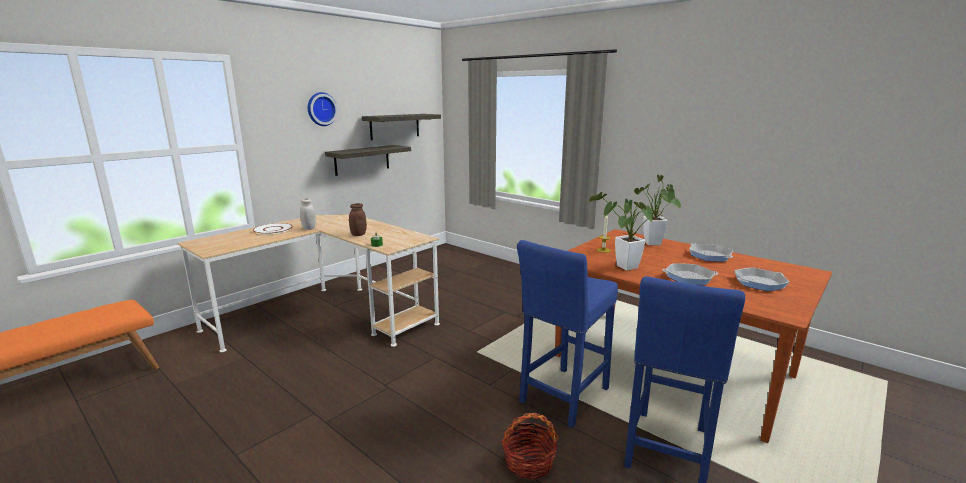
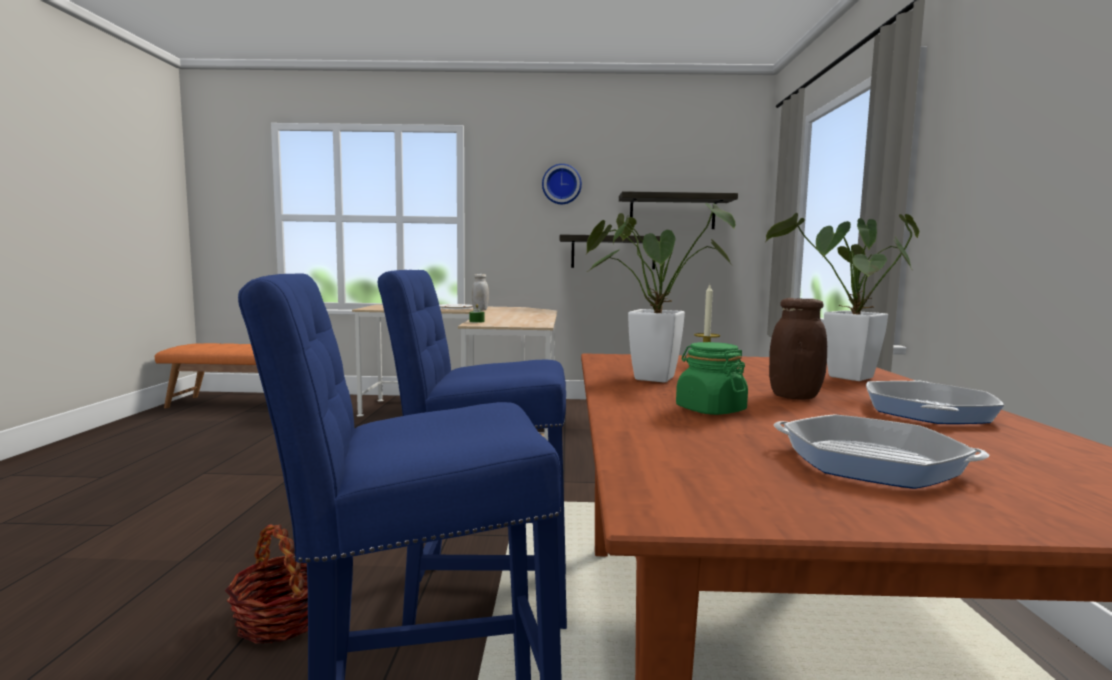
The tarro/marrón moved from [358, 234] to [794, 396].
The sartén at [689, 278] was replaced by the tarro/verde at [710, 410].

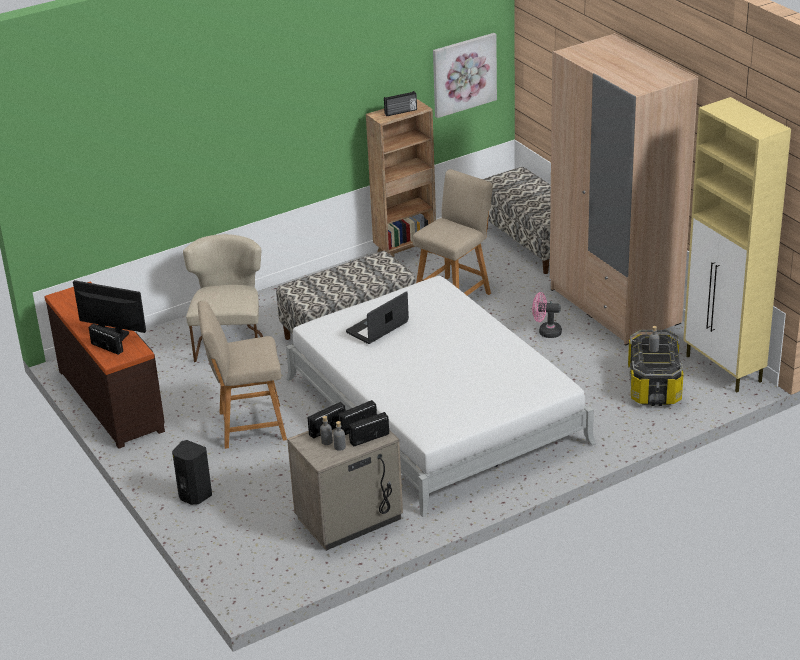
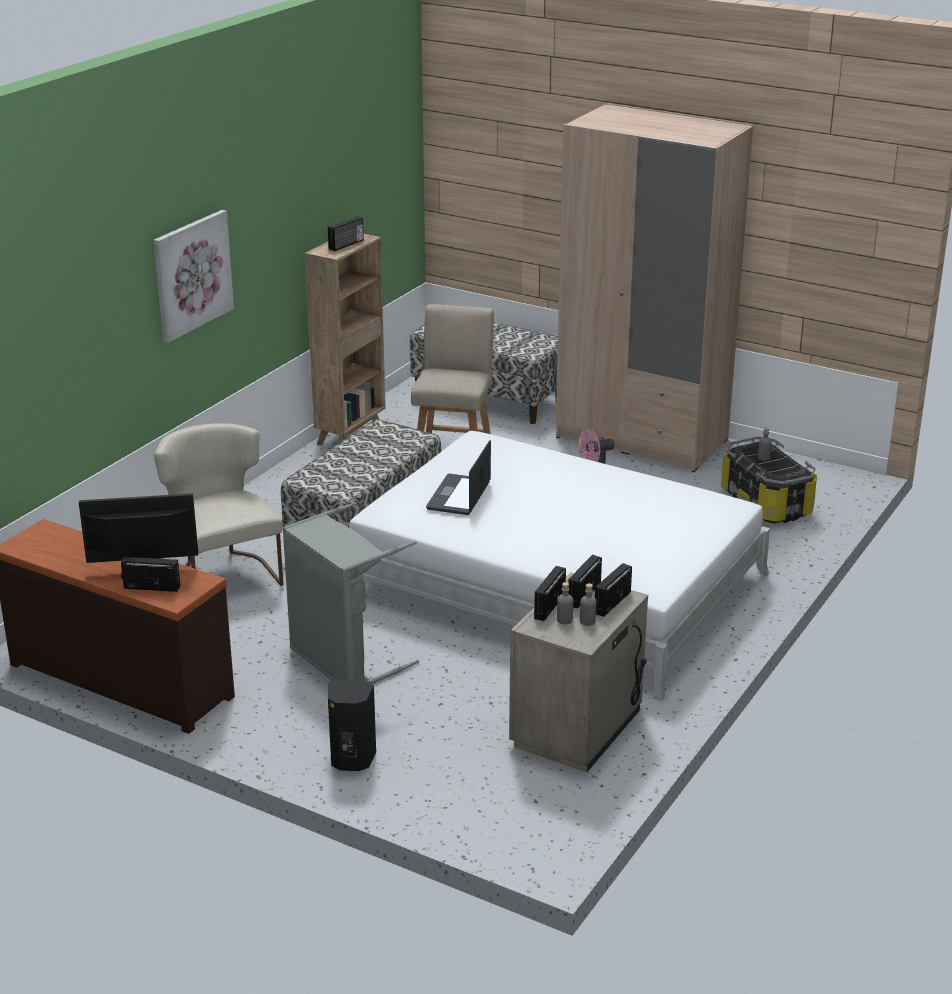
The armario/beis at [724, 369] disappeared.
The cuadro moved from [463, 74] to [191, 274].
The silla/beis at [248, 426] was replaced by the cesto de la ropa/gris at [342, 661].

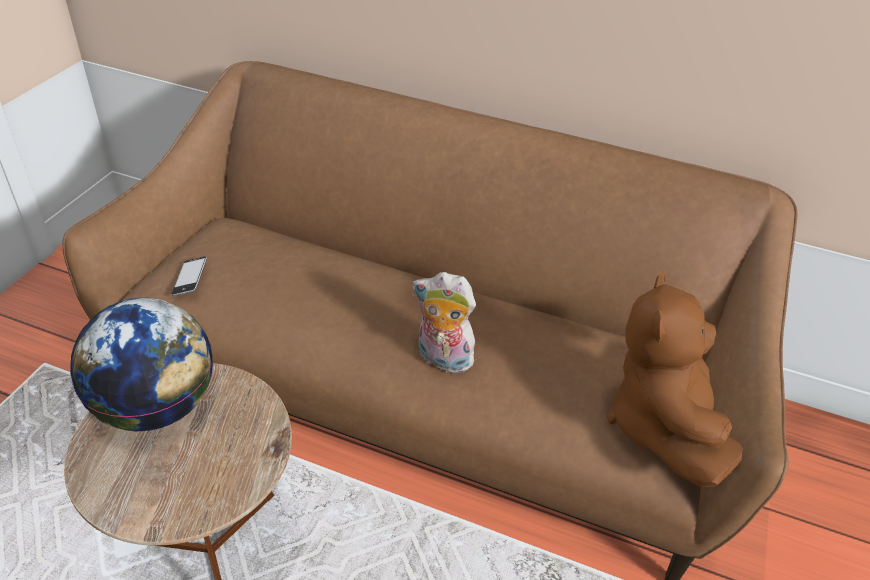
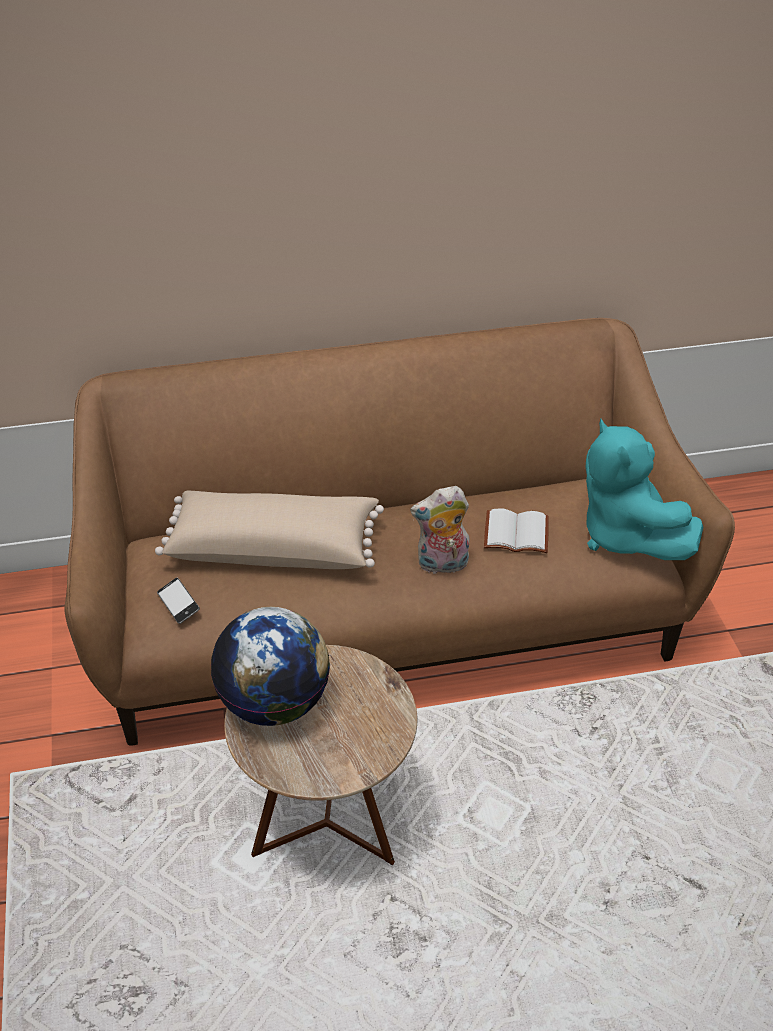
The cojín/beis at [273, 547] appeared.
The libro/blanco at [517, 532] appeared.
The peluche/marrón at [660, 425] became the peluche/turquesa at [625, 535].

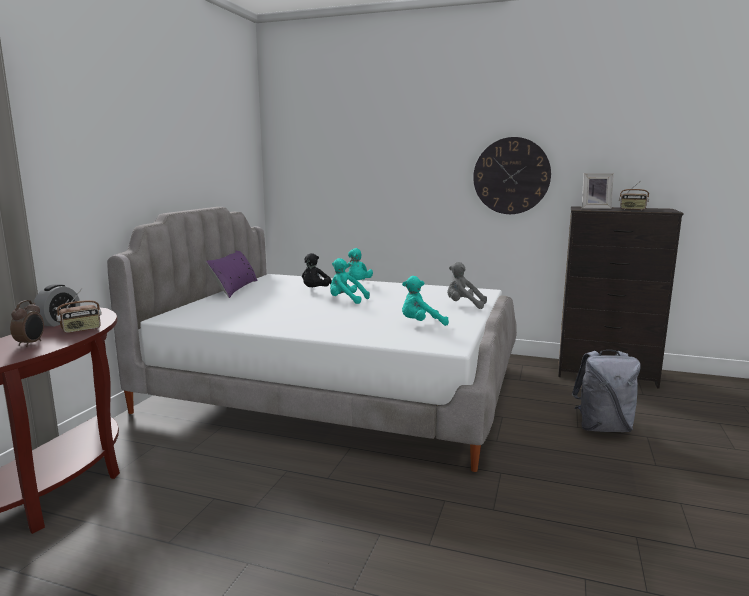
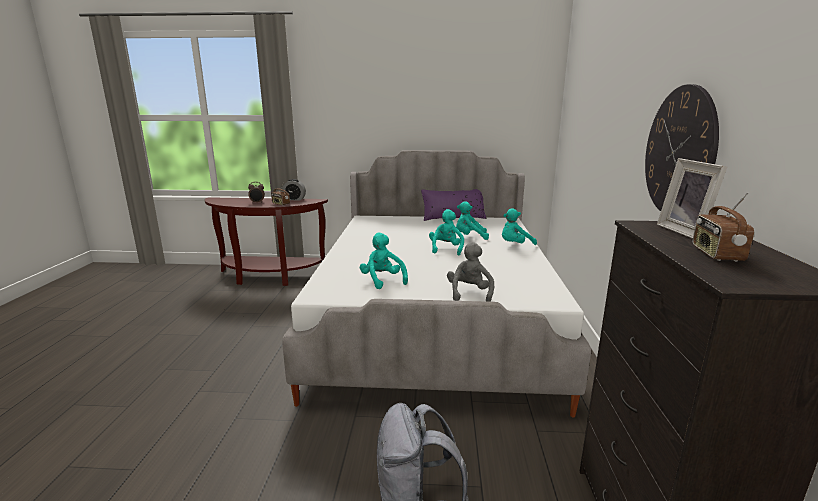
The peluche/negro at [315, 291] became the peluche/turquesa at [470, 237].

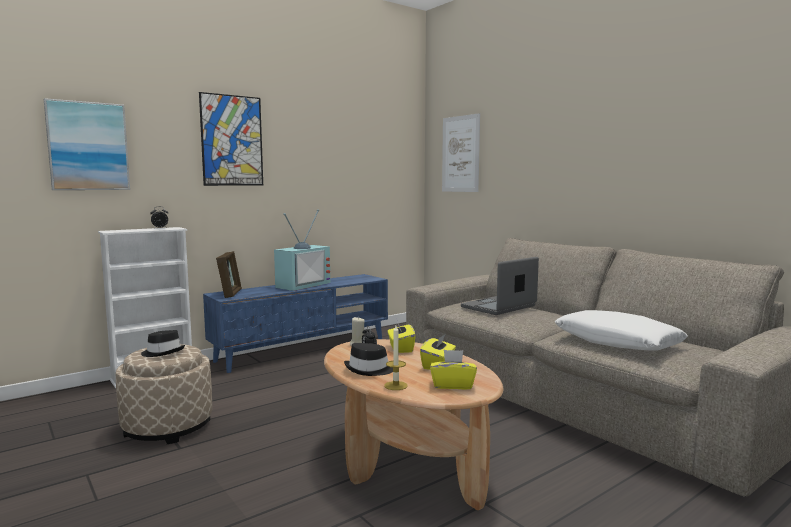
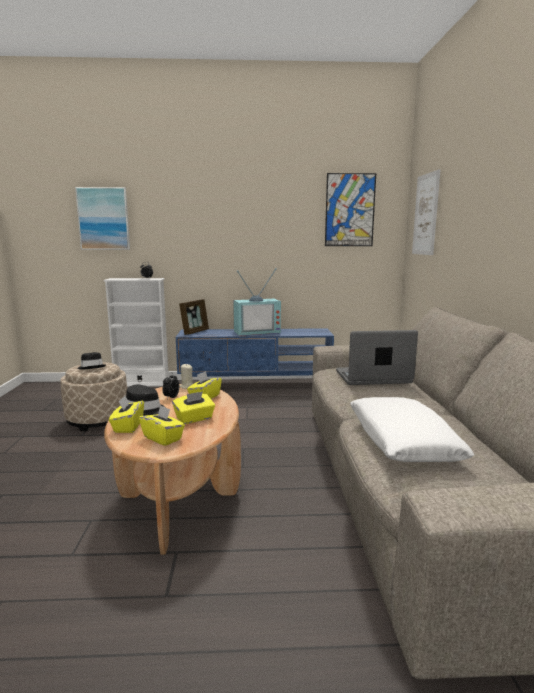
The cuadro moved from [232, 140] to [350, 210].
The vela at [395, 385] was replaced by the caja de pañuelos/amarillo at [128, 426].

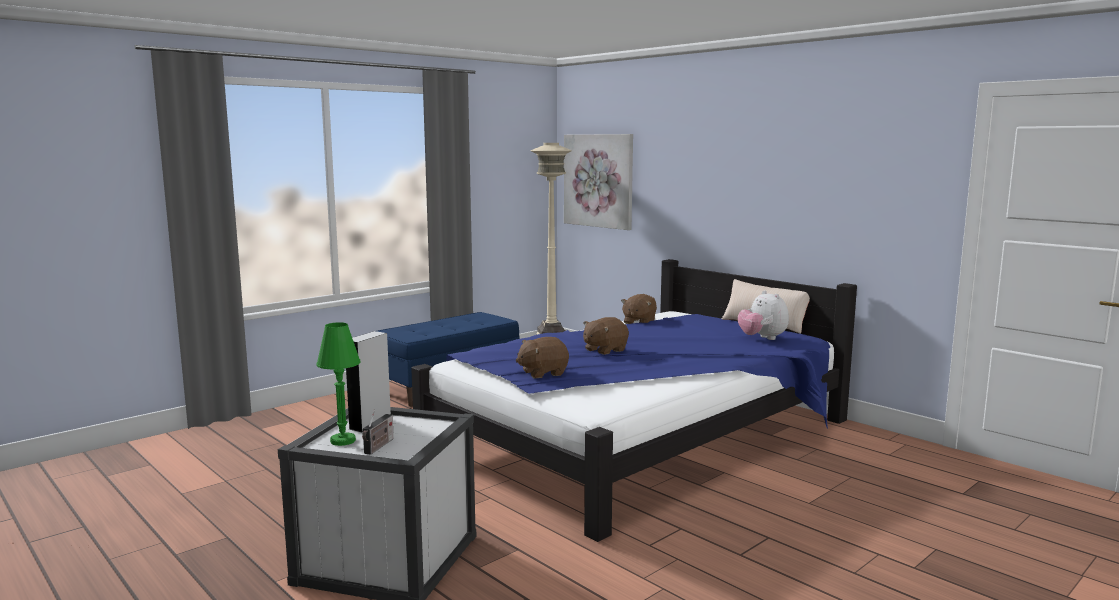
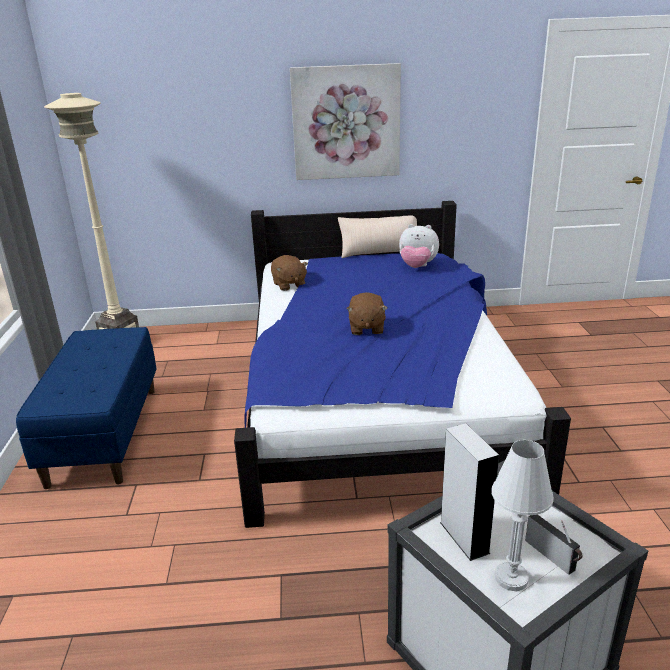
The peluche/marrón at [542, 373] disappeared.
The cuadro moved from [598, 180] to [346, 122].
The lámpara de mesa/verde at [343, 441] became the lámpara de mesa/blanco at [511, 578].

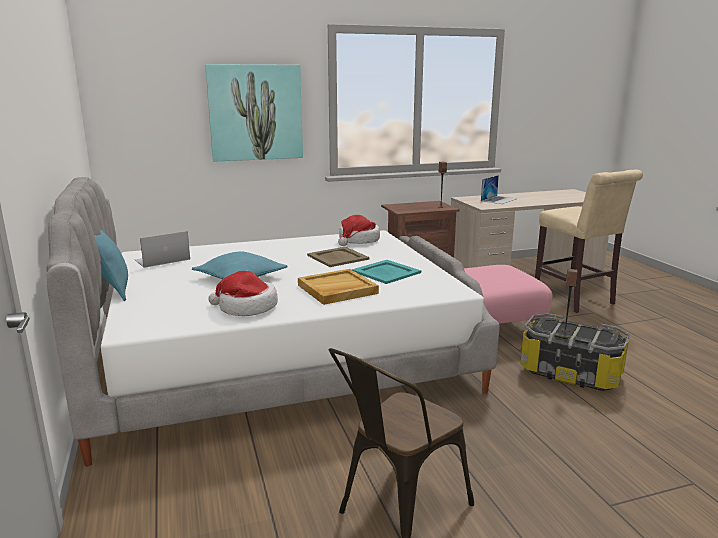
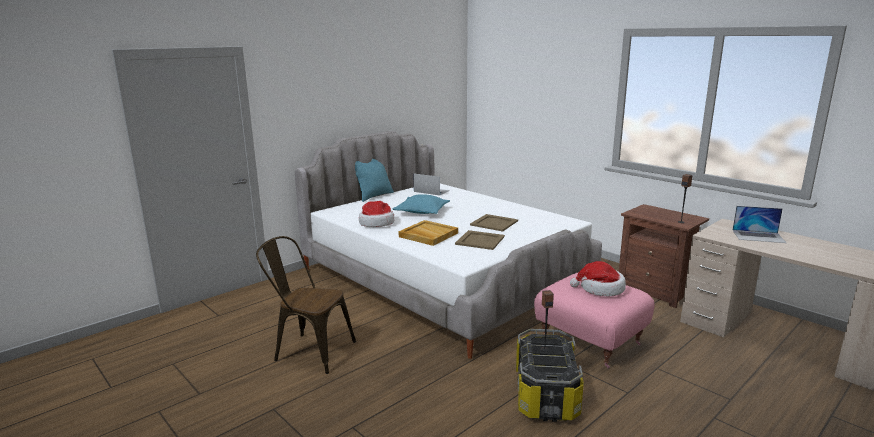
The cuadro at [255, 112] disappeared.
The taburete/beis at [576, 300] disappeared.
The sombrero moved from [358, 240] to [600, 289].
The bandeja/turquesa at [387, 272] became the bandeja/beis at [480, 240].

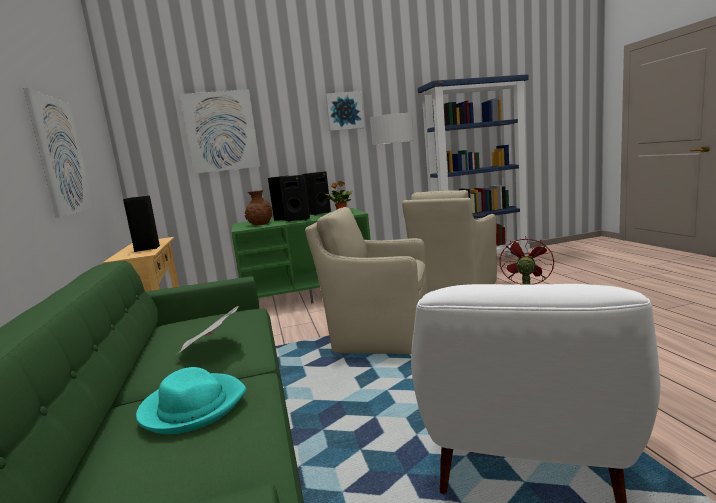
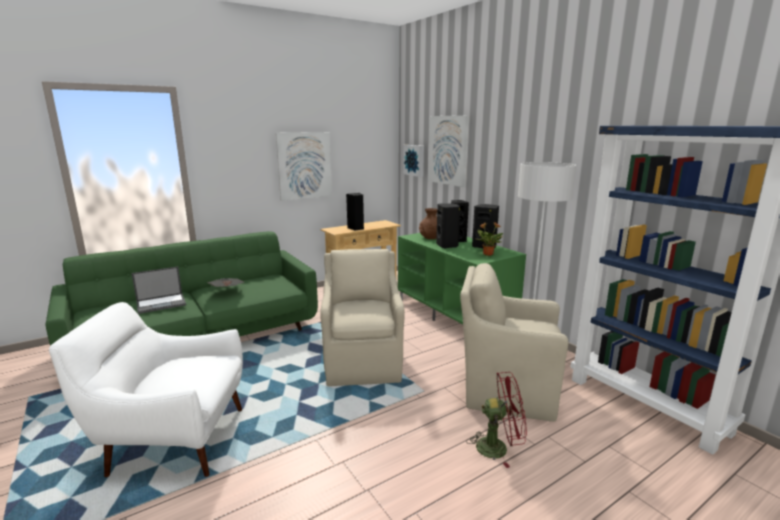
The cuadro moved from [344, 111] to [414, 160].
The sombrero/turquesa at [193, 406] was replaced by the portátil at [162, 303].

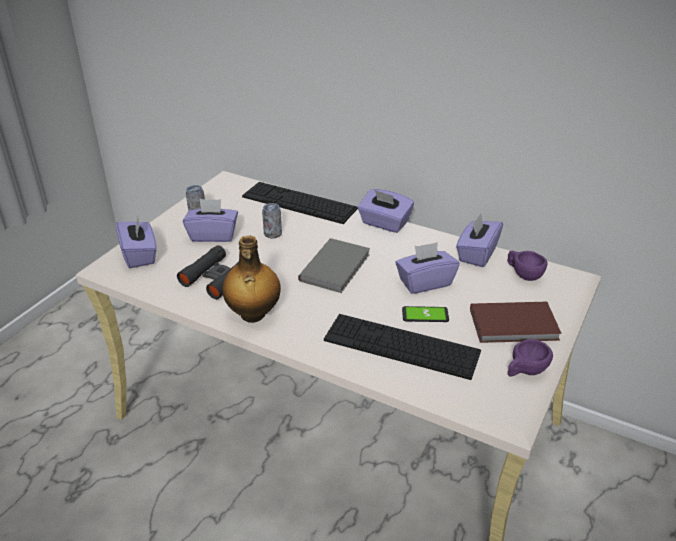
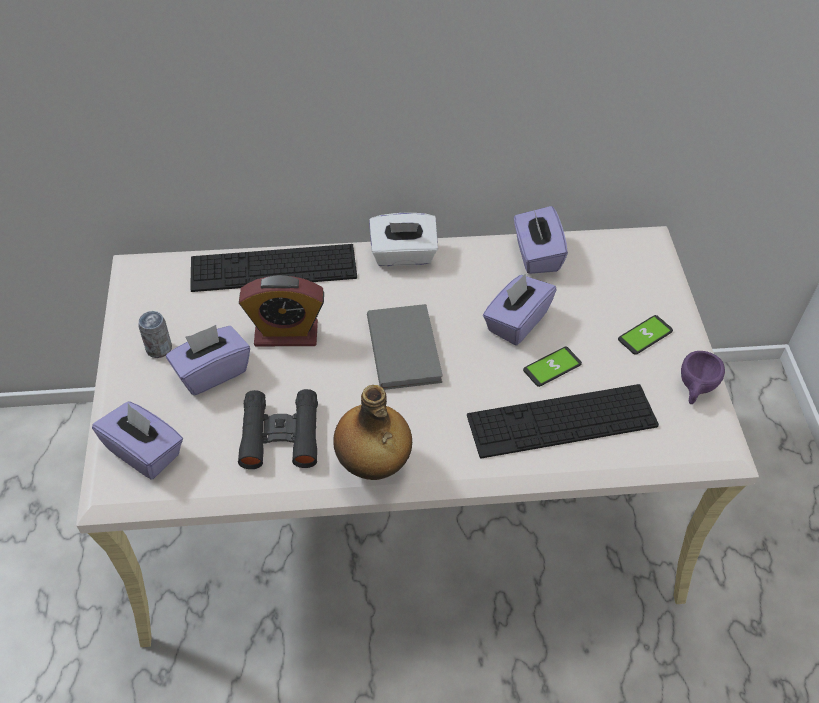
The taza/morado at [523, 274] disappeared.
The lata at [273, 234] was replaced by the despertador at [286, 334].
The libro/marrón at [515, 326] was replaced by the móvil at [645, 335].
The caja de pañuelos/morado at [384, 223] became the caja de pañuelos/blanco at [403, 255].

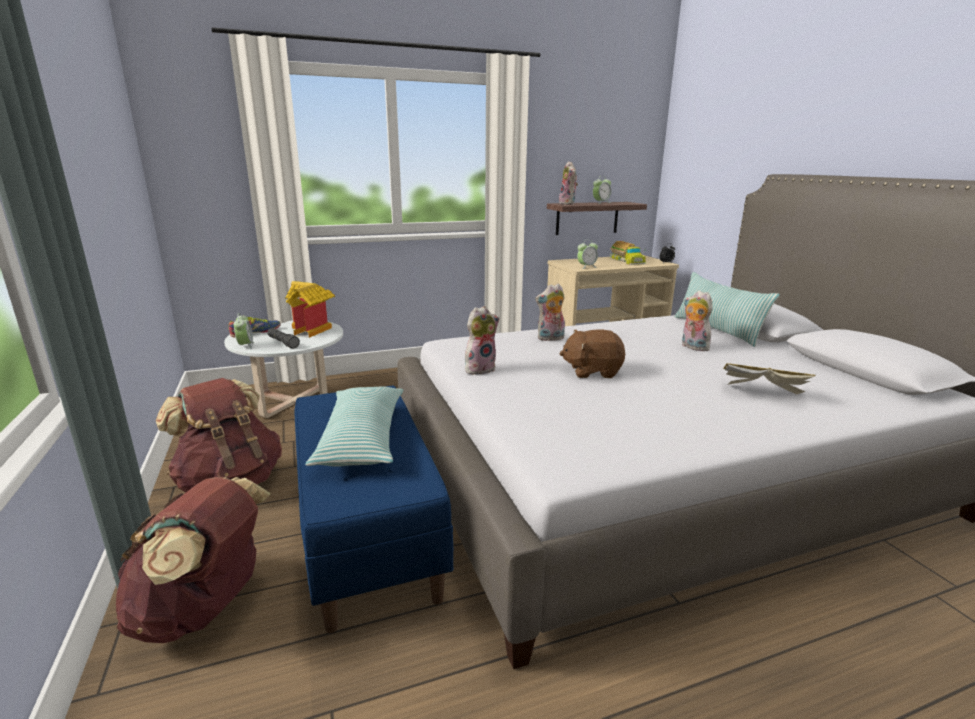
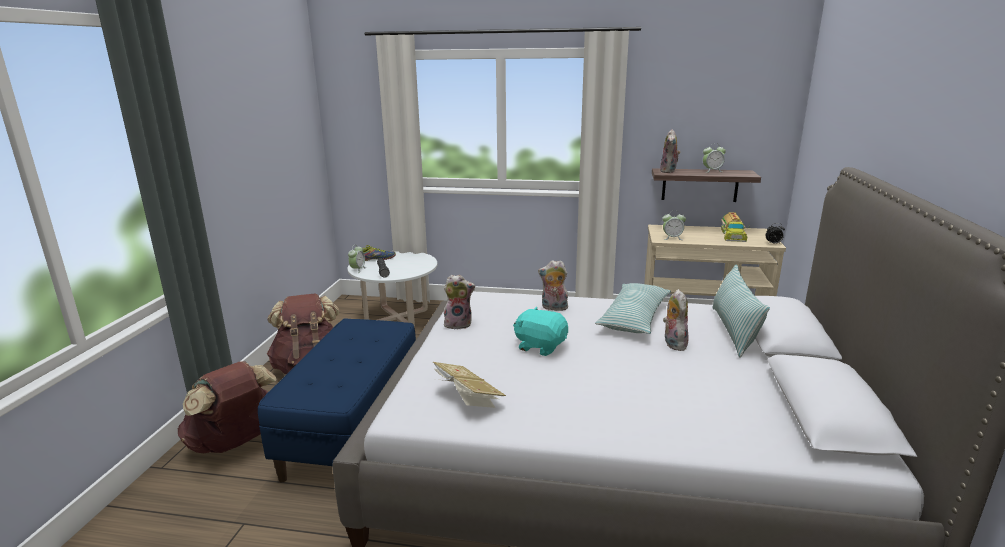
The casita at [312, 330] disappeared.
The cojín moved from [362, 438] to [634, 318].
The libro moved from [762, 394] to [466, 398].
The peluche/marrón at [592, 371] became the peluche/turquesa at [540, 346].

